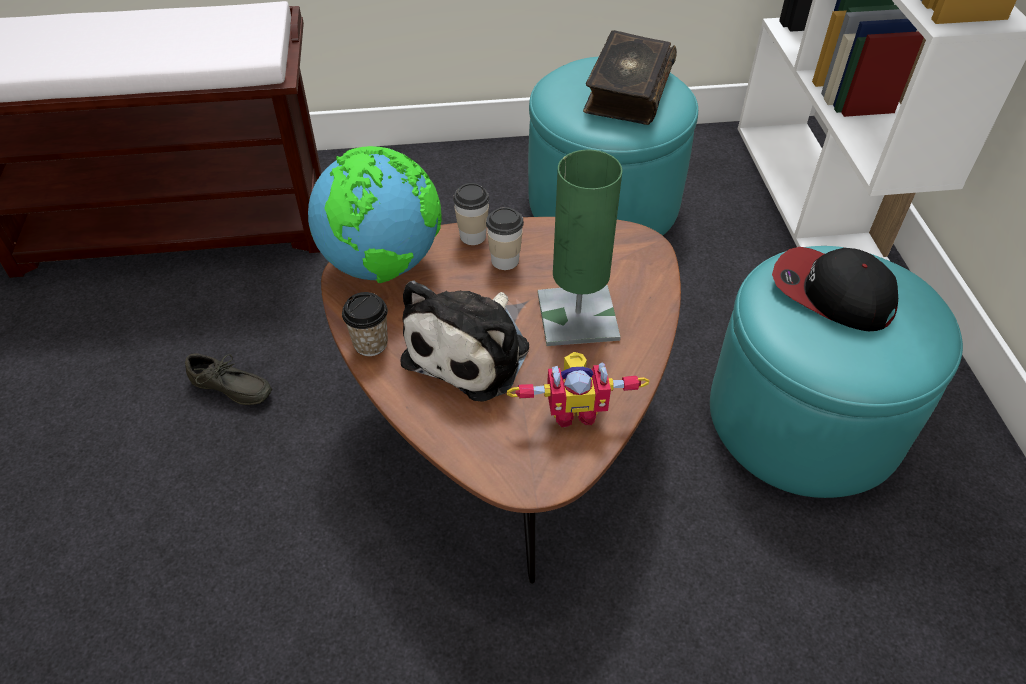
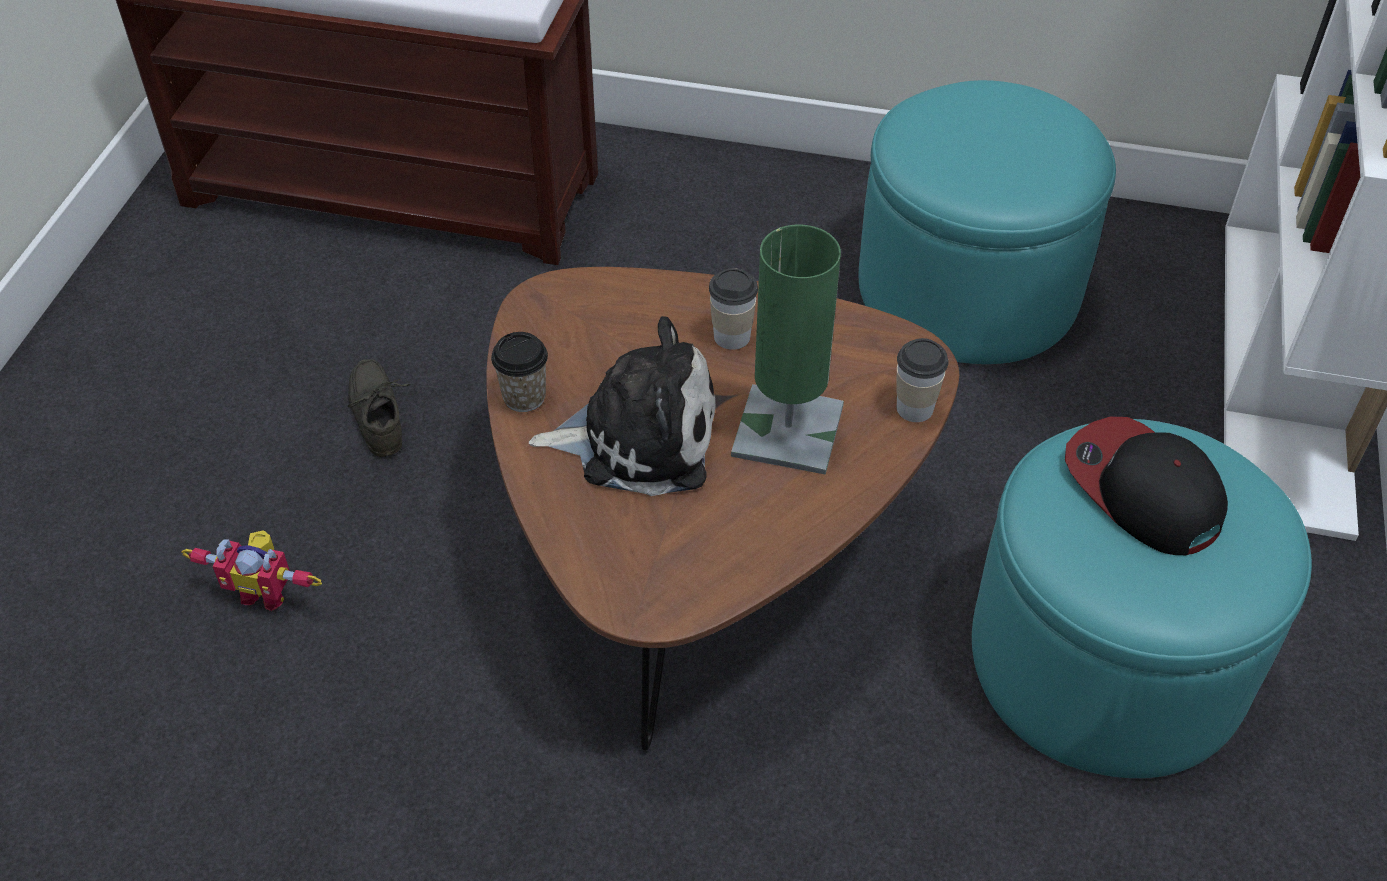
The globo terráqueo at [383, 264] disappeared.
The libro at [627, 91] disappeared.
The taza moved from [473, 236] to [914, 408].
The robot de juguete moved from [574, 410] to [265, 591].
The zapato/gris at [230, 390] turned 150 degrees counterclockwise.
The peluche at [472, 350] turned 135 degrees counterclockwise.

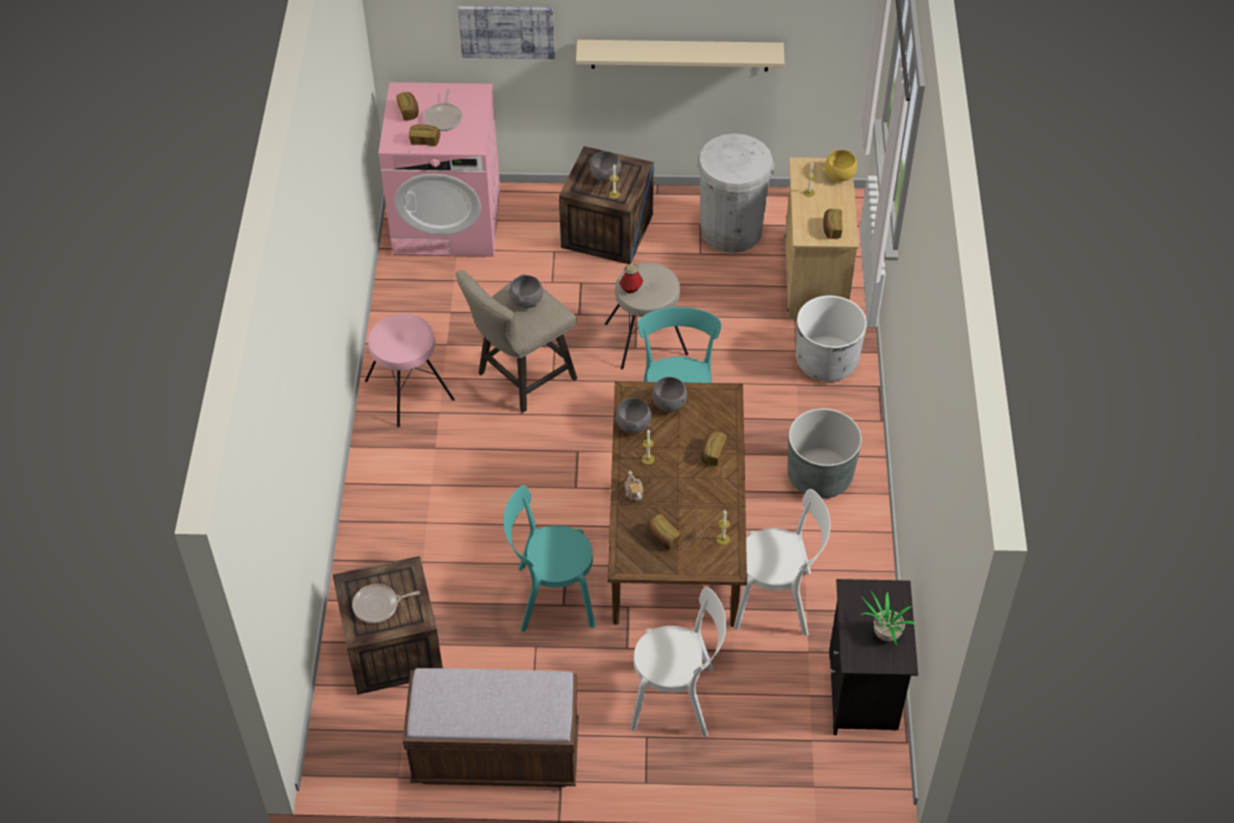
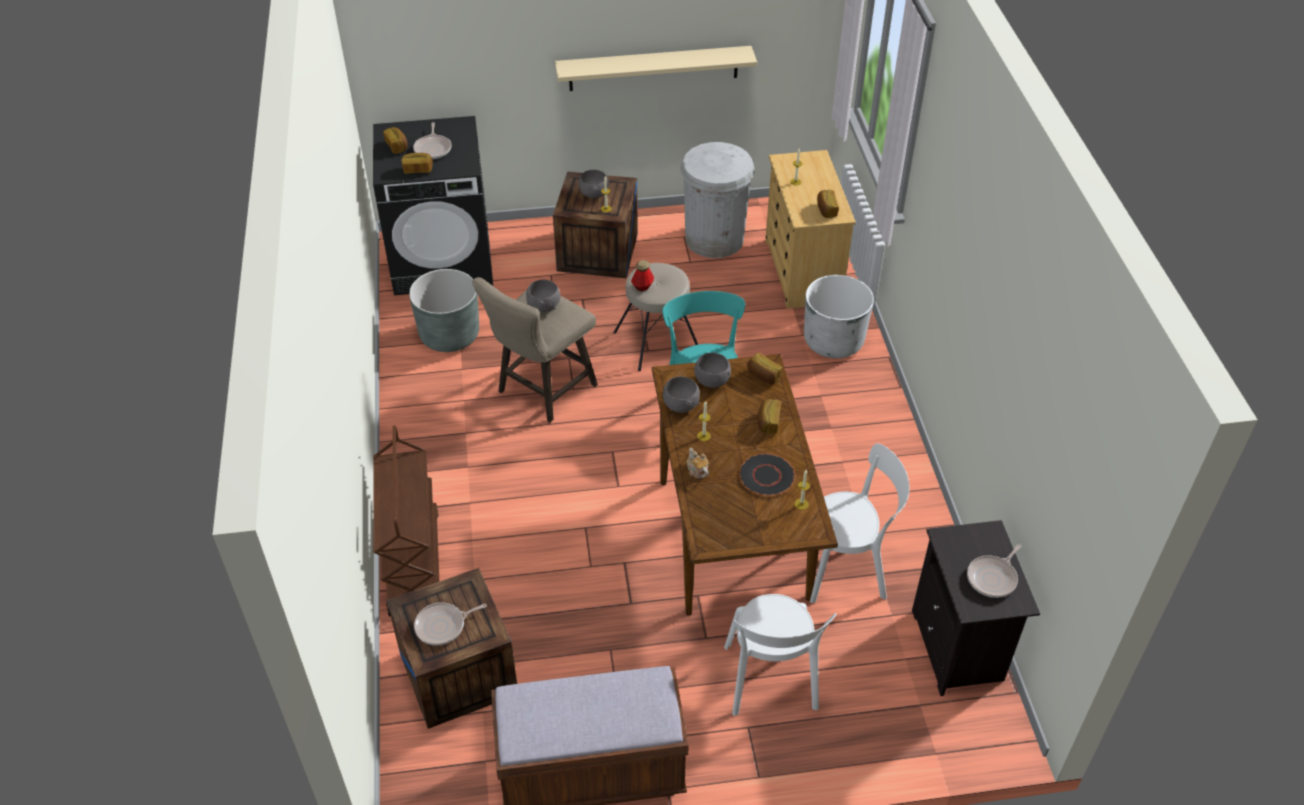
The taburete/rosa at [408, 390] disappeared.
The cuadro at [507, 31] disappeared.
The silla/turquesa at [551, 597] disappeared.
The cuenco/amarillo at [840, 176] disappeared.
The carrito/marrón at [413, 562] appeared.
The plato/negro at [766, 476] appeared.
The pan moved from [662, 538] to [763, 376].
The maceta/gris moved from [819, 476] to [449, 335].
The planta en maceta at [884, 635] was replaced by the sartén at [993, 578].
The lavadora/rosa at [448, 221] became the lavadora/negro at [443, 260].
The silla/blanco at [677, 698] turned 90 degrees clockwise.

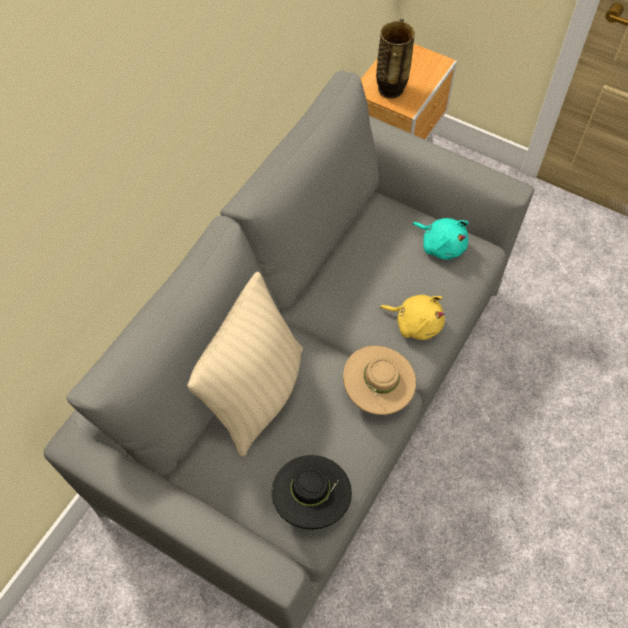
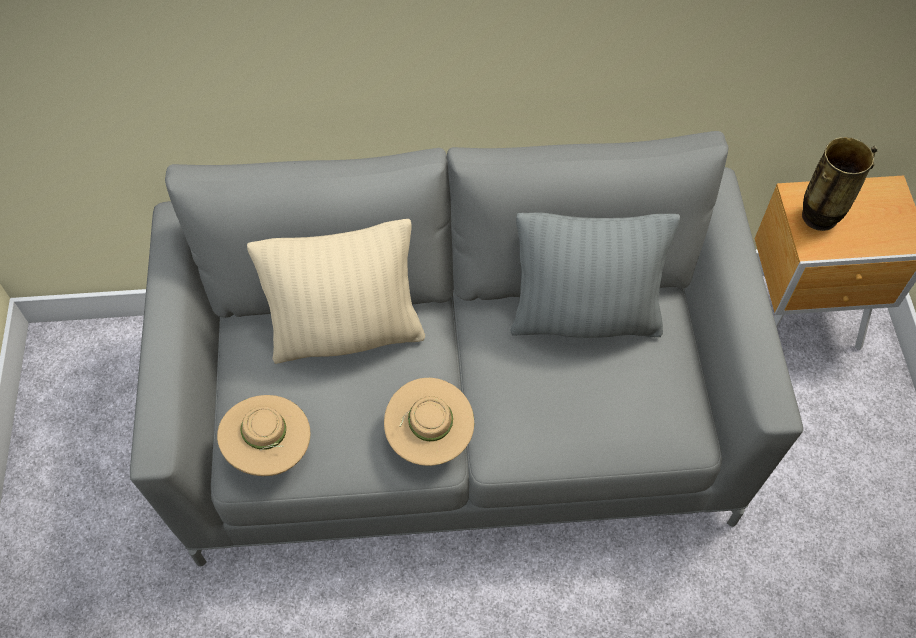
The peluche/amarillo at [415, 323] disappeared.
The peluche/turquesa at [441, 245] disappeared.
The cojín/gris at [585, 317] appeared.
The sombrero/negro at [311, 501] became the sombrero/beis at [270, 448].

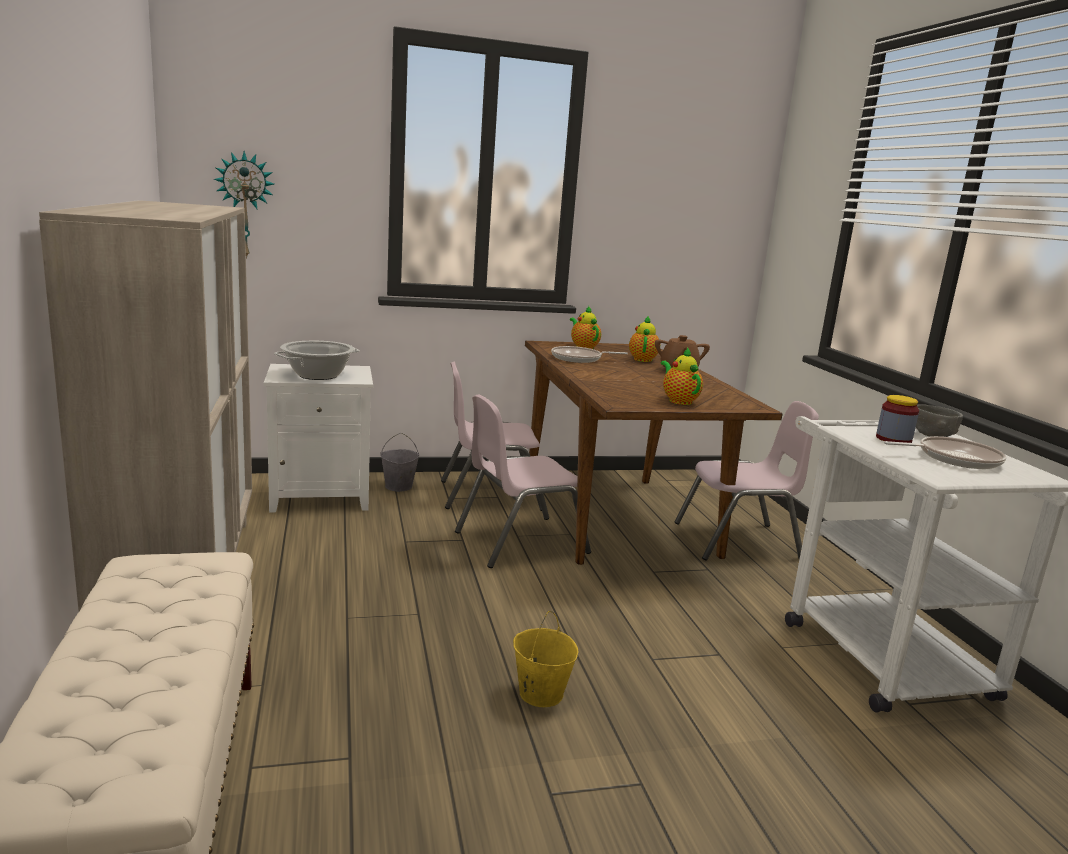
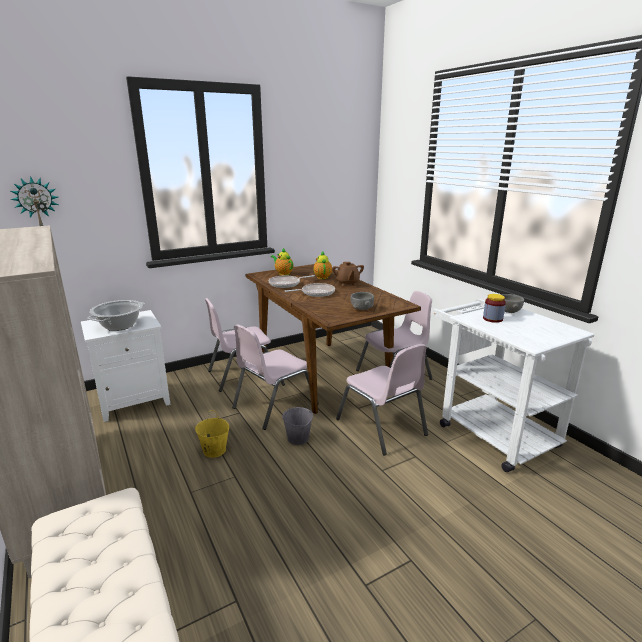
The silla/rosa at [381, 427] appeared.
The cubo/gris moved from [398, 487] to [298, 438].
The cubo/amarillo moved from [540, 693] to [214, 450].
The sartén moved from [953, 459] to [316, 293].
The tetera at [678, 401] was replaced by the cuenco/gris at [362, 308].

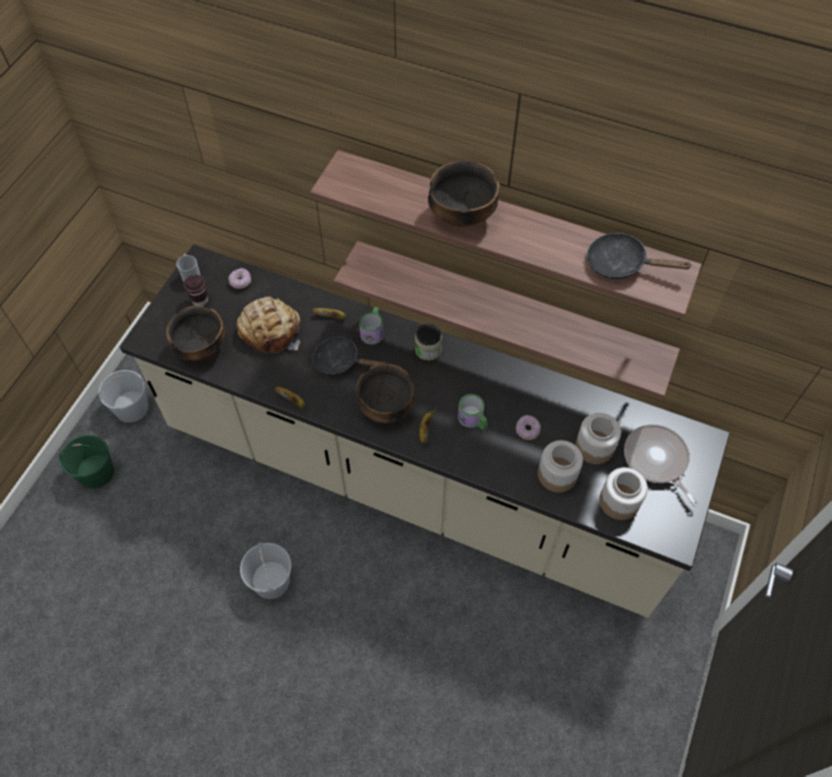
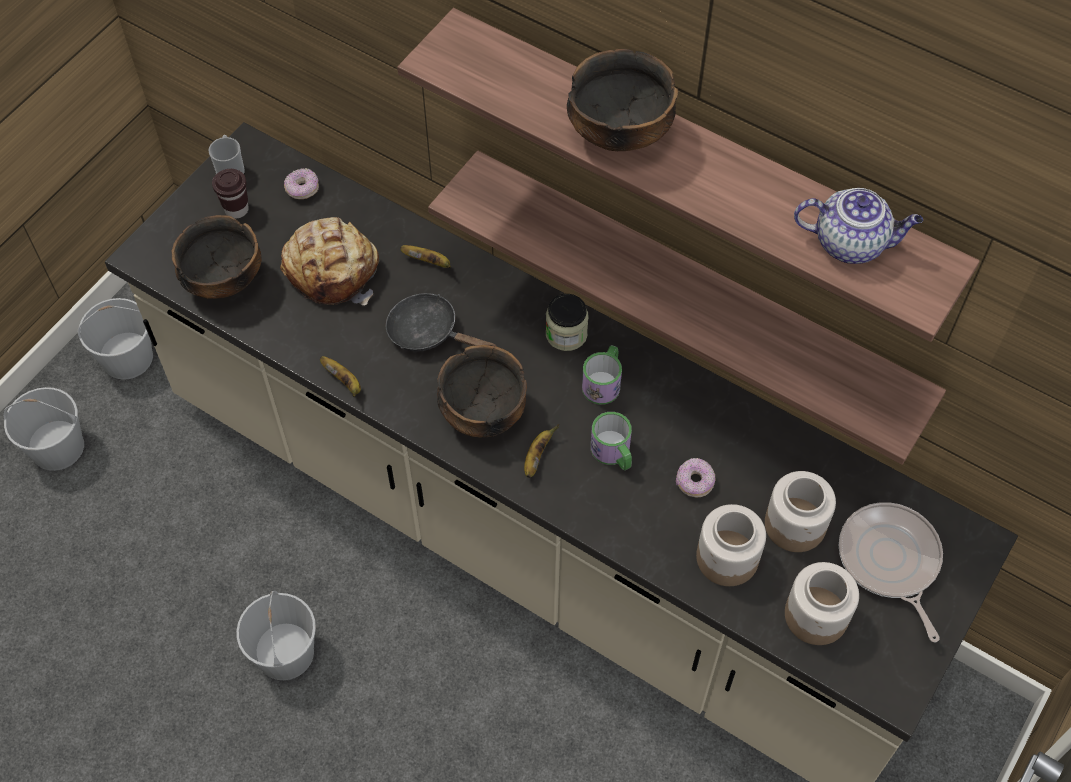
The taza grande moved from [373, 331] to [604, 382].
The sartén/negro at [621, 264] was replaced by the tetera at [851, 243].
The cubo/verde at [97, 472] became the cubo/blanco at [58, 447].

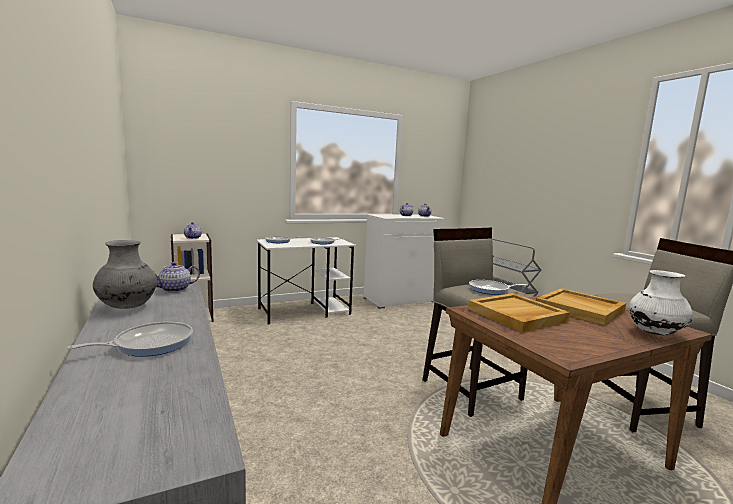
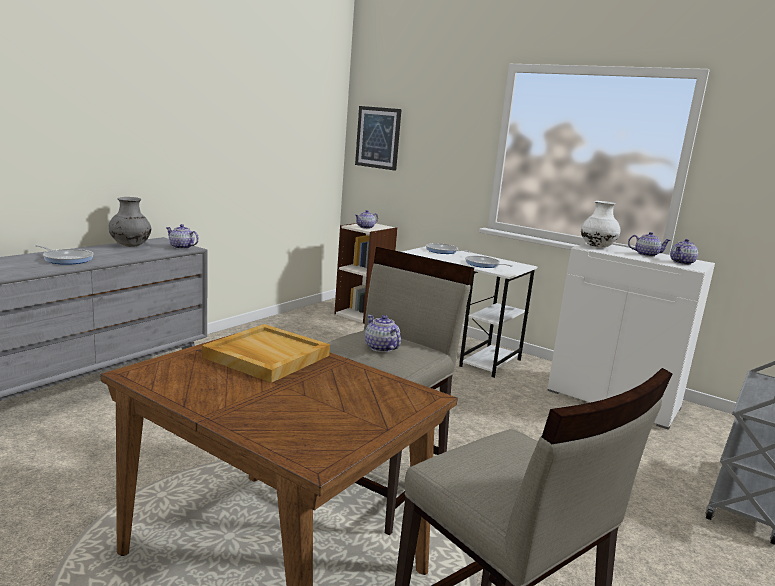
The bandeja/beis at [580, 309] disappeared.
The cuadro at [378, 137] appeared.
The florero/blanco moved from [655, 333] to [597, 247].
The sartén at [491, 290] was replaced by the tetera at [381, 348].

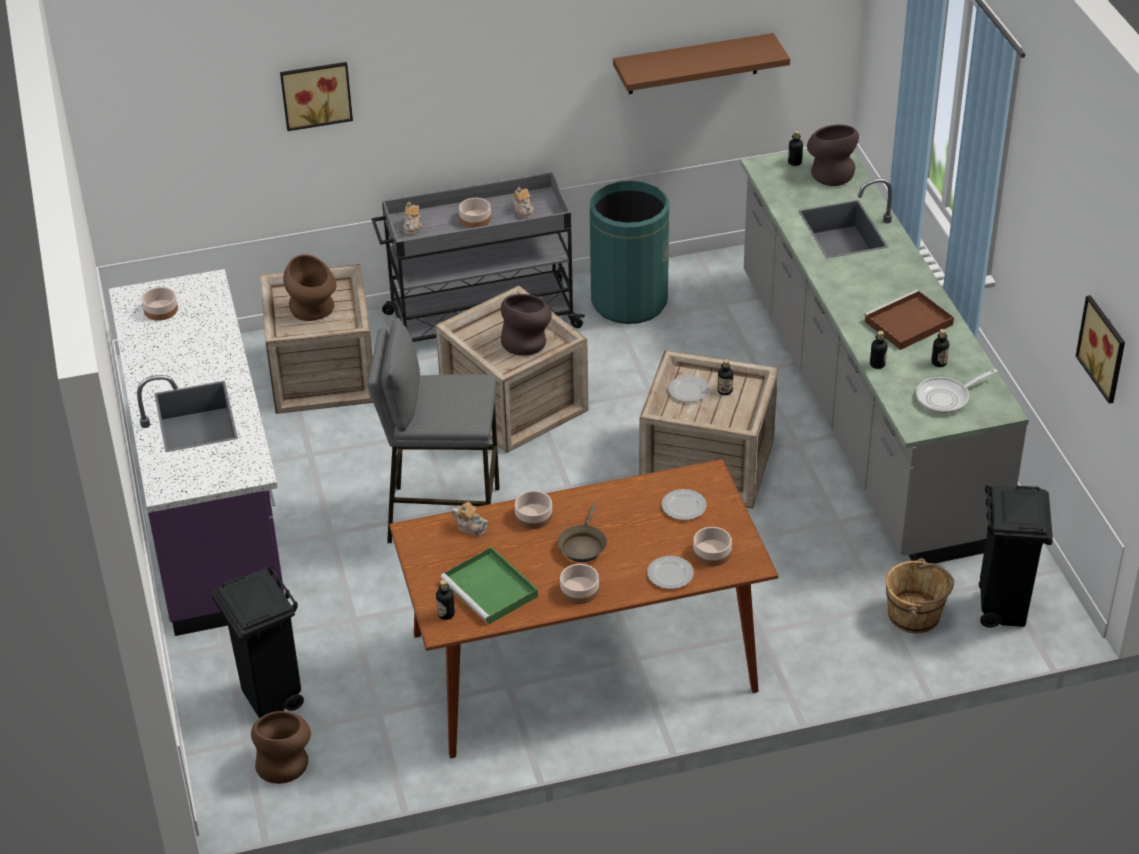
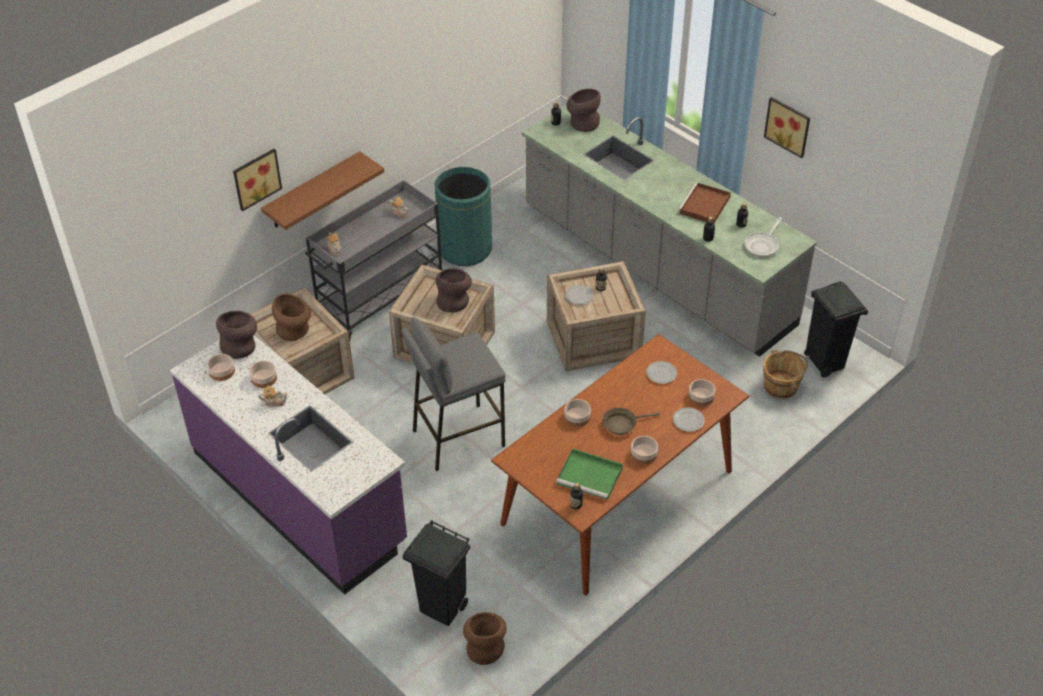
The florero/marrón at [241, 346] appeared.
The tetera moved from [471, 527] to [274, 401].
The cuenco moved from [475, 219] to [264, 378].
The estante/marrón moved from [693, 64] to [313, 191].
The cuadro moved from [1105, 348] to [788, 126].
The sartén/marrón at [582, 546] turned 90 degrees clockwise.

